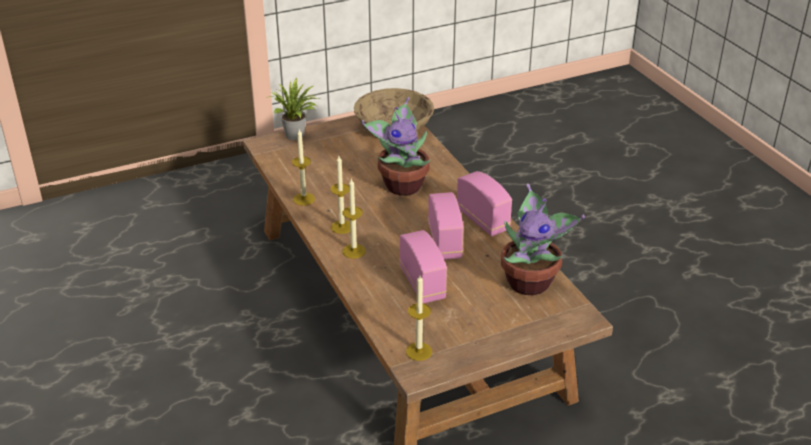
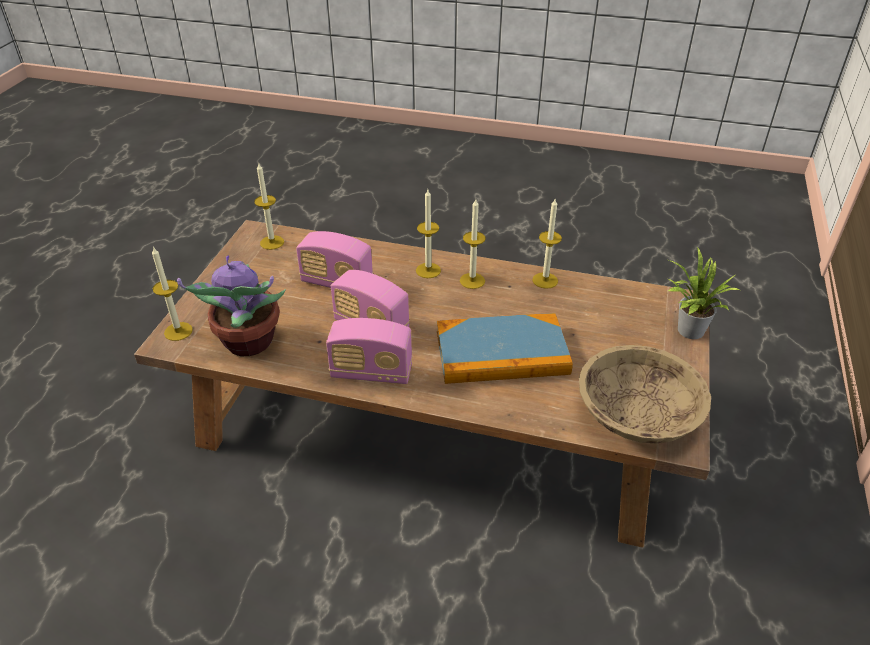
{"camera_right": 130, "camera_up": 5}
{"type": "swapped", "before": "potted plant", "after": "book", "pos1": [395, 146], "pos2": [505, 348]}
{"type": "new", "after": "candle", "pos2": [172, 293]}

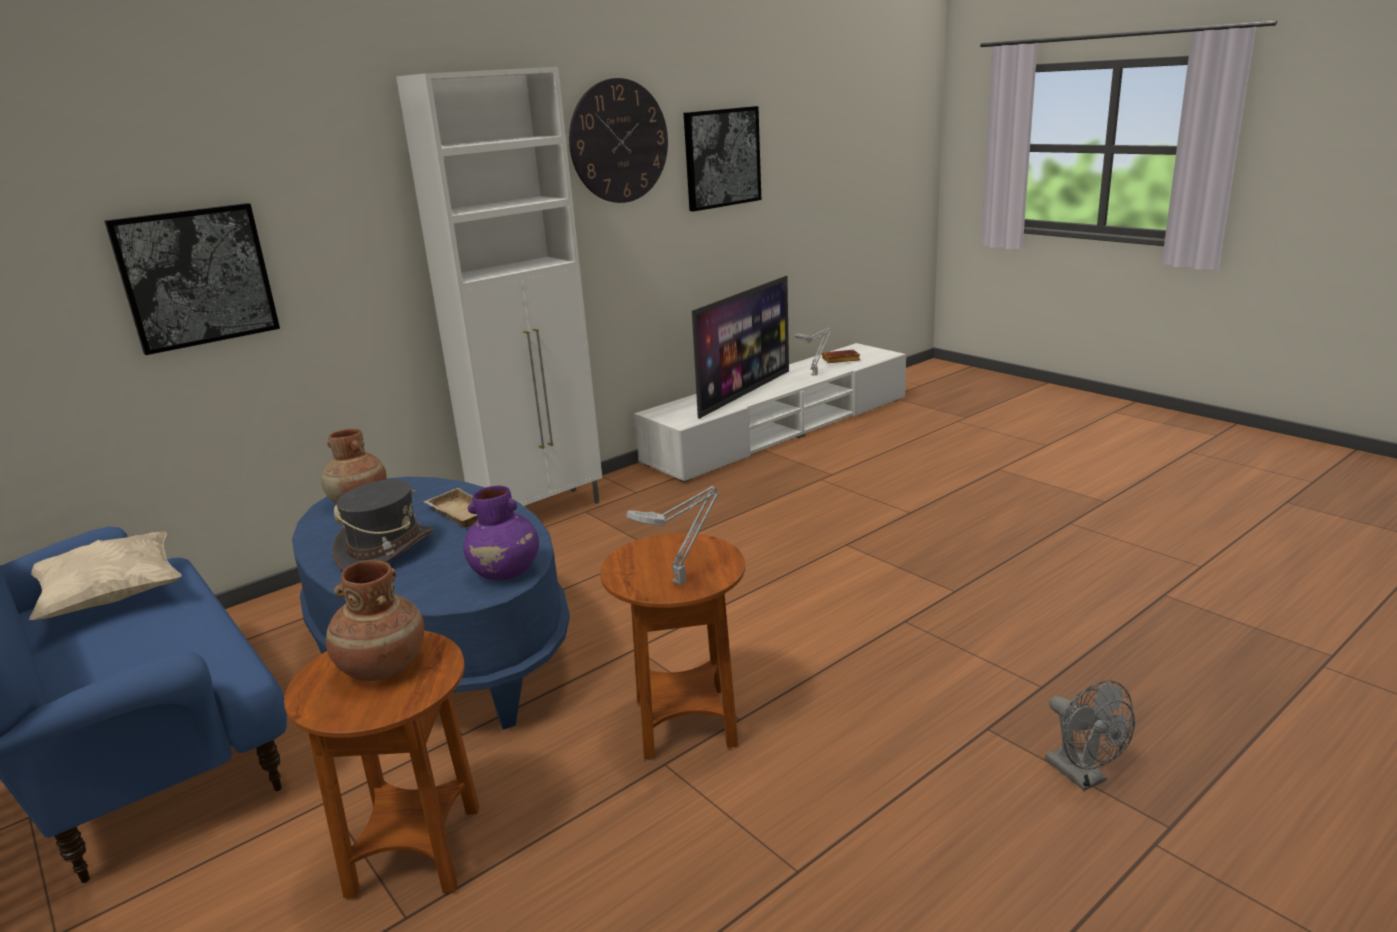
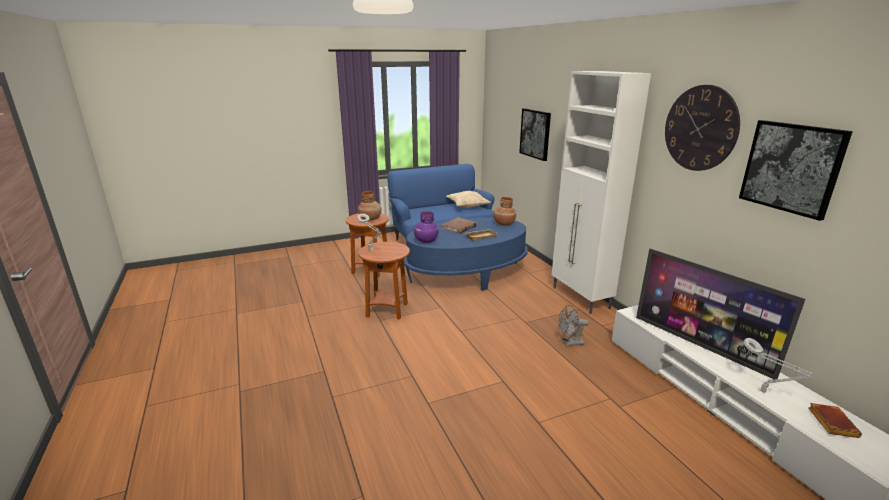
{"camera_right": 105, "camera_up": 0}
{"type": "swapped", "before": "grey hat", "after": "brown book", "pos1": [383, 525], "pos2": [459, 225]}
{"type": "shifted", "before": "grey fan", "pos1": [1090, 735], "pos2": [573, 325]}

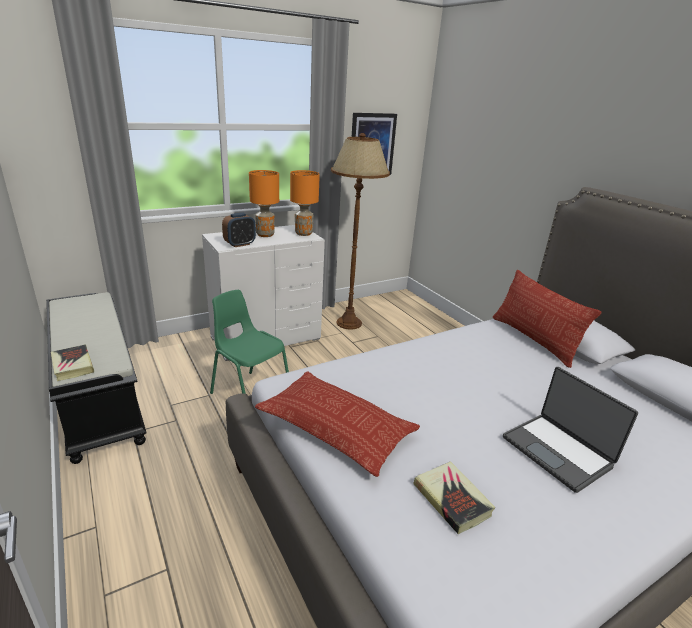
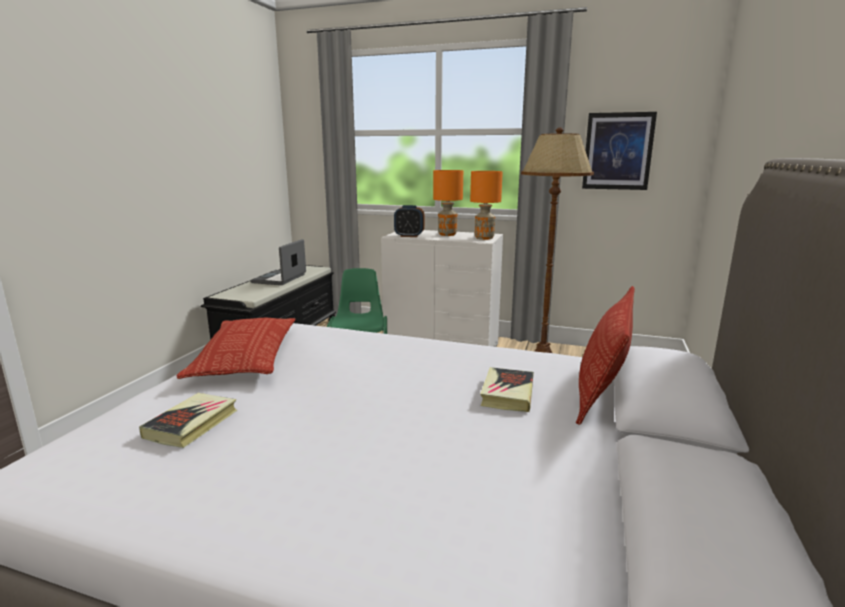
{"camera_right": 50, "camera_up": -10}
{"type": "shifted", "before": "book", "pos1": [72, 362], "pos2": [507, 389]}
{"type": "shifted", "before": "laptop", "pos1": [570, 430], "pos2": [278, 262]}

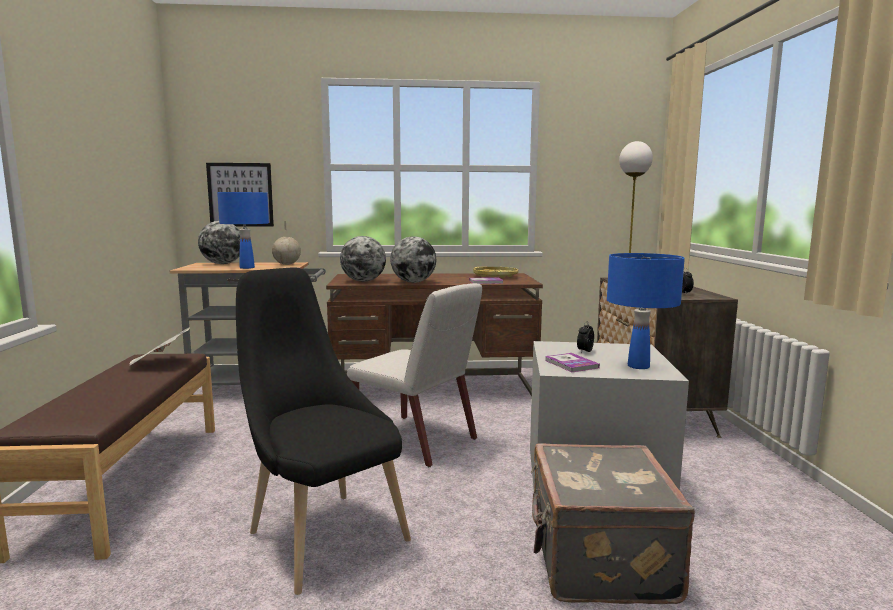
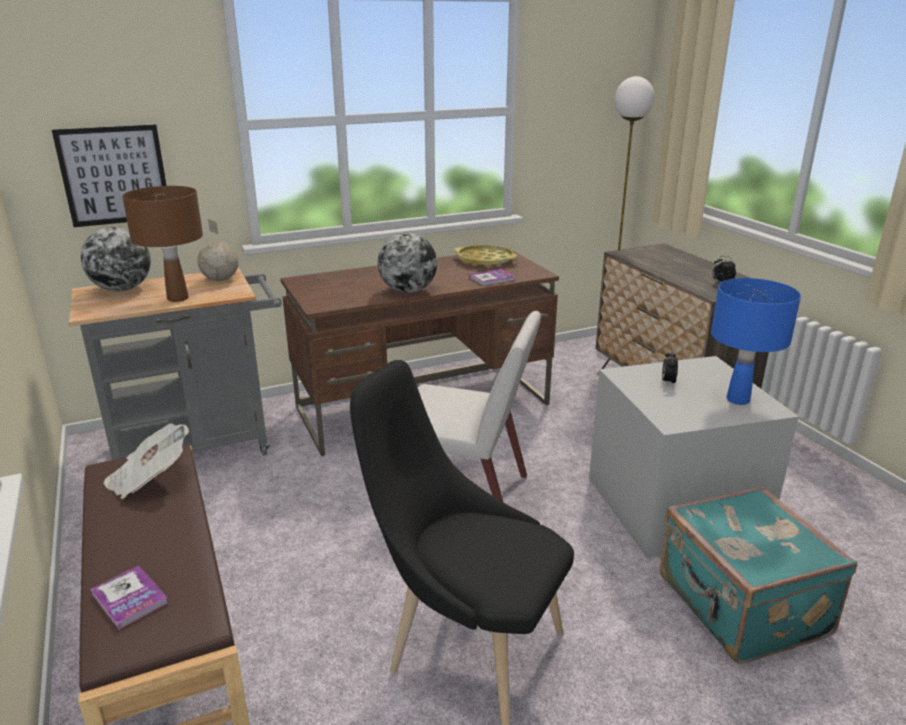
{"camera_right": -20, "camera_up": 15}
{"type": "repainted", "before": "blue table lamp", "after": "brown table lamp", "pos1": [243, 230], "pos2": [162, 244]}
{"type": "gone", "before": "globe", "pos1": [363, 259]}
{"type": "shifted", "before": "book", "pos1": [572, 362], "pos2": [129, 598]}
{"type": "repainted", "before": "grey suitcase", "after": "turquoise suitcase", "pos1": [613, 523], "pos2": [758, 575]}

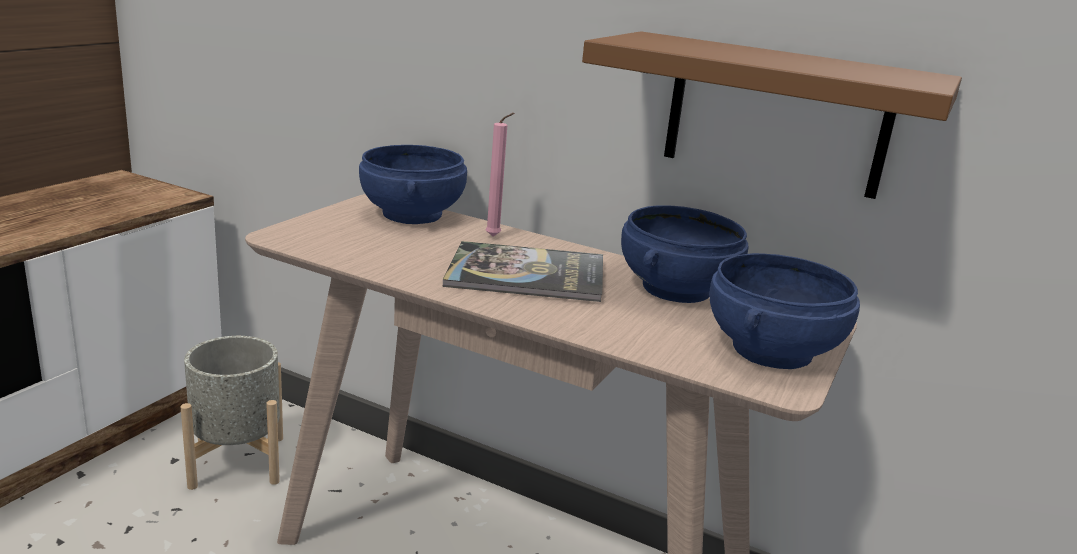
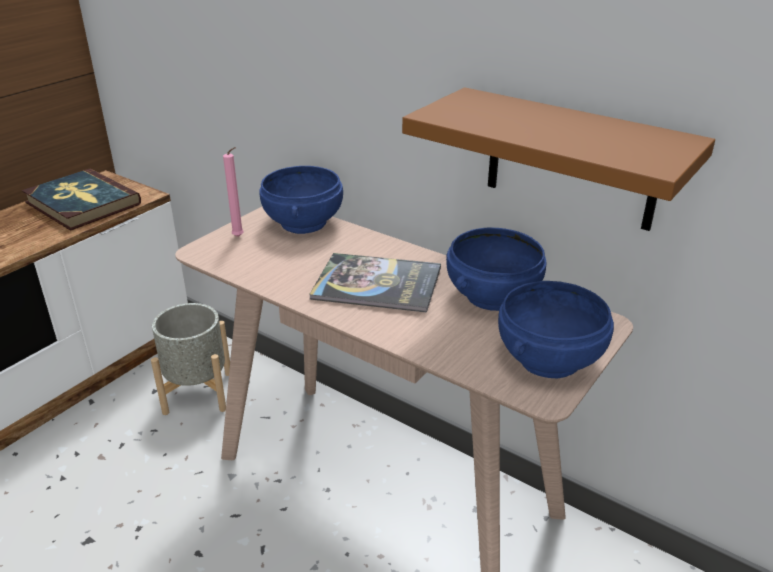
{"camera_right": 10, "camera_up": 10}
{"type": "shifted", "before": "pink candle", "pos1": [500, 174], "pos2": [233, 192]}
{"type": "new", "after": "book", "pos2": [81, 200]}

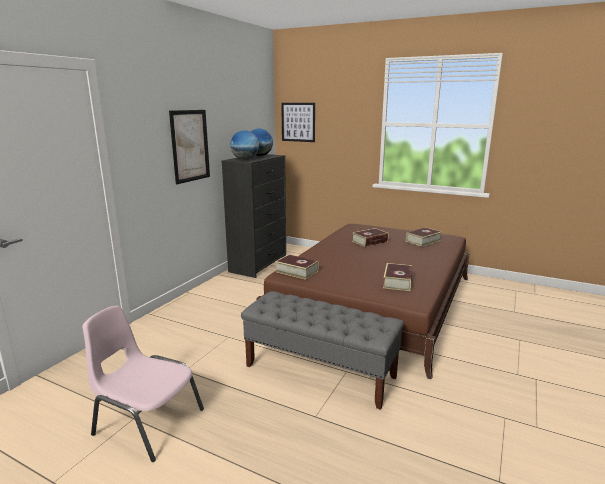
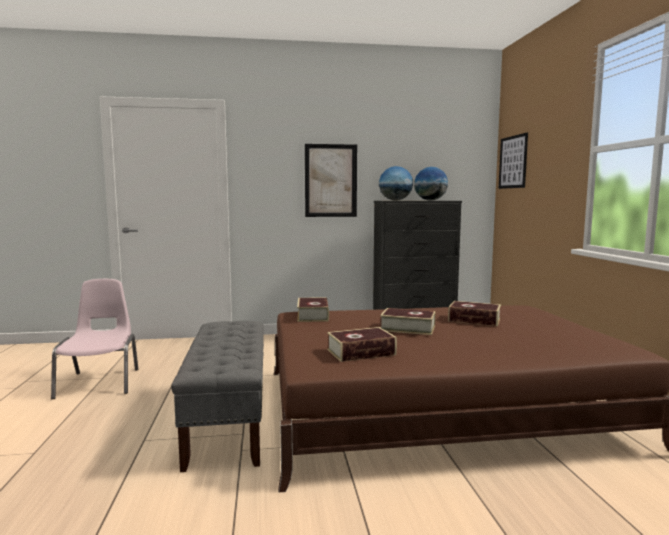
{"camera_right": 55, "camera_up": -10}
{"type": "shifted", "before": "book", "pos1": [424, 237], "pos2": [407, 321]}

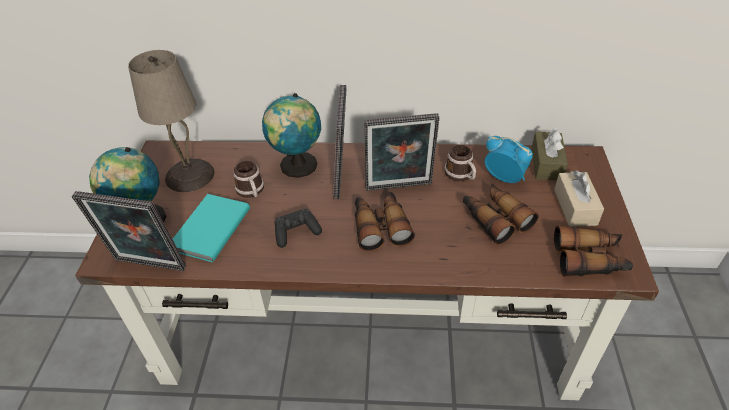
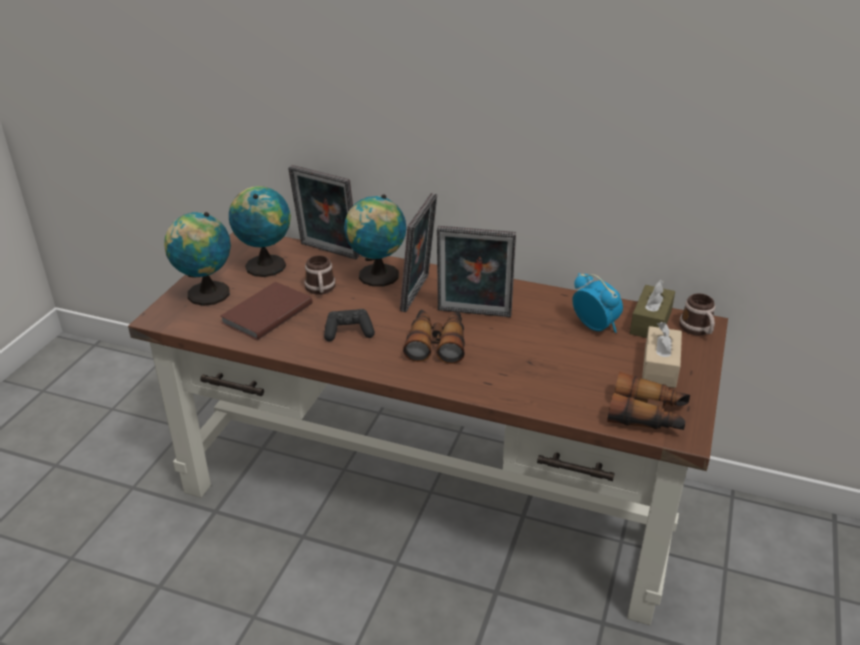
{"camera_right": 15, "camera_up": -10}
{"type": "swapped", "before": "beige table lamp", "after": "globe", "pos1": [171, 121], "pos2": [260, 231]}
{"type": "shifted", "before": "mug", "pos1": [460, 163], "pos2": [697, 315]}
{"type": "gone", "before": "binoculars", "pos1": [501, 214]}
{"type": "shifted", "before": "picture frame", "pos1": [129, 231], "pos2": [323, 212]}
{"type": "repainted", "before": "turquoise book", "after": "brown book", "pos1": [211, 228], "pos2": [266, 311]}

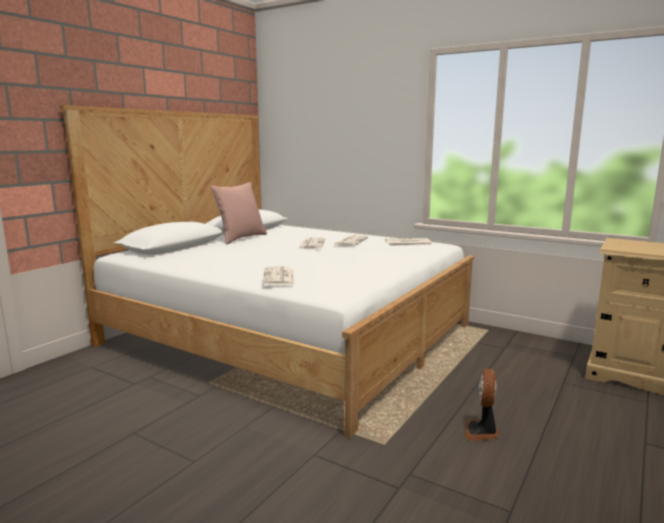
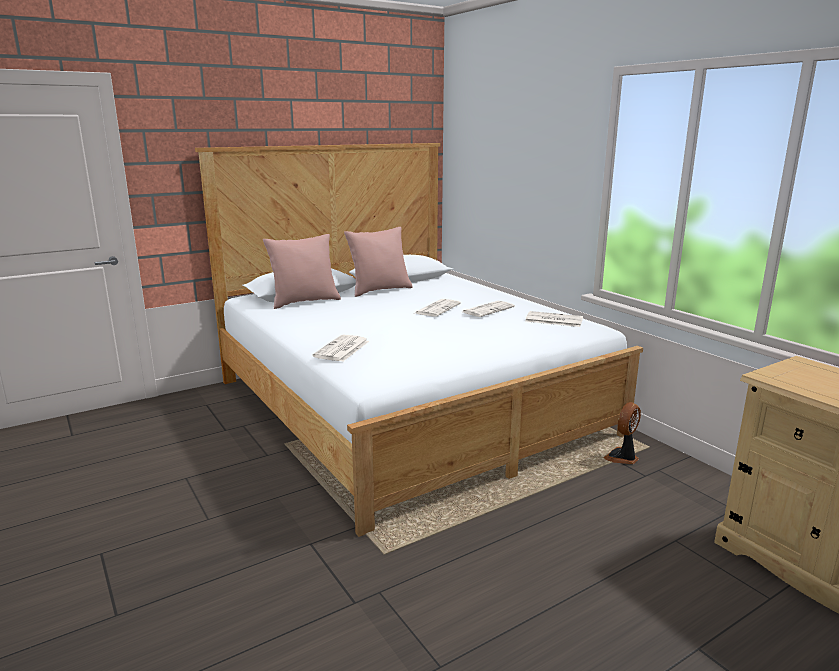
{"camera_right": 25, "camera_up": 5}
{"type": "shifted", "before": "fan", "pos1": [482, 405], "pos2": [622, 433]}
{"type": "new", "after": "pink pillow", "pos2": [302, 271]}

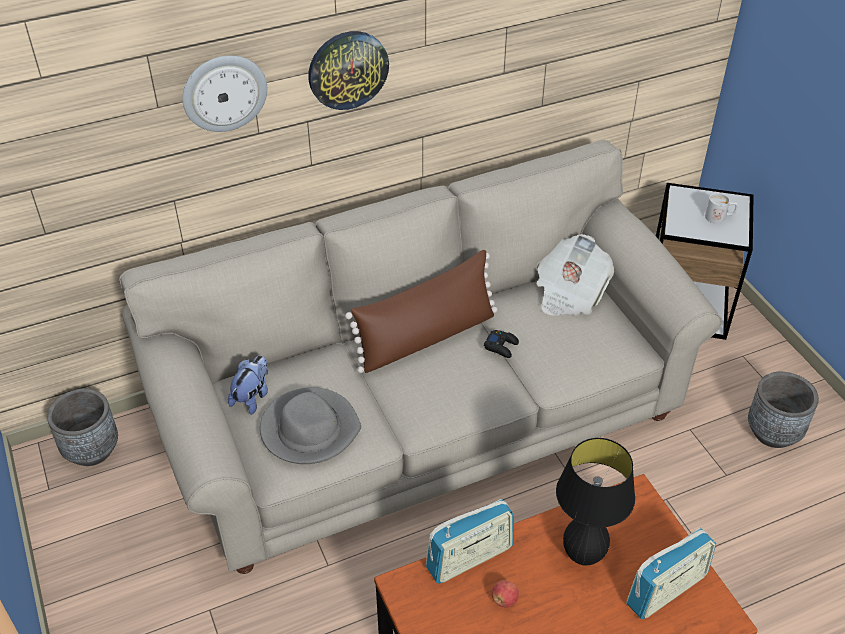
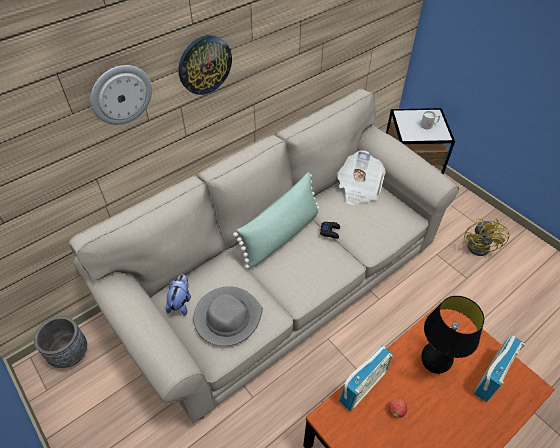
{"camera_right": -15, "camera_up": 5}
{"type": "repainted", "before": "brown pillow", "after": "green pillow", "pos1": [421, 311], "pos2": [276, 220]}
{"type": "swapped", "before": "grey planter", "after": "yellow fan", "pos1": [783, 410], "pos2": [487, 237]}

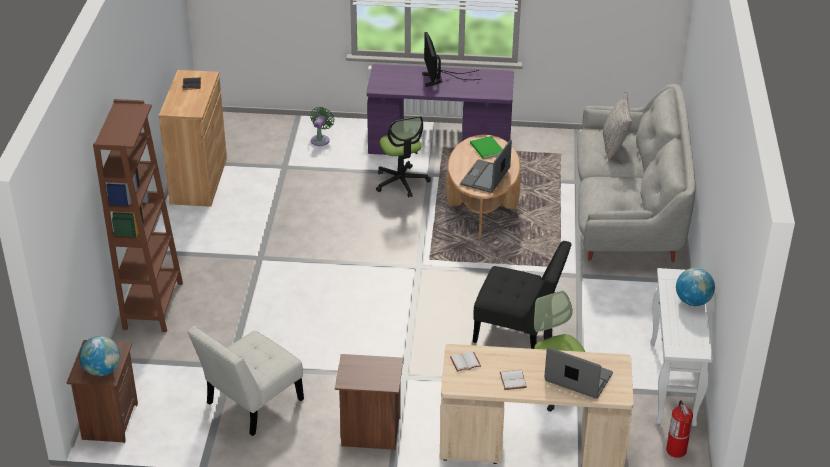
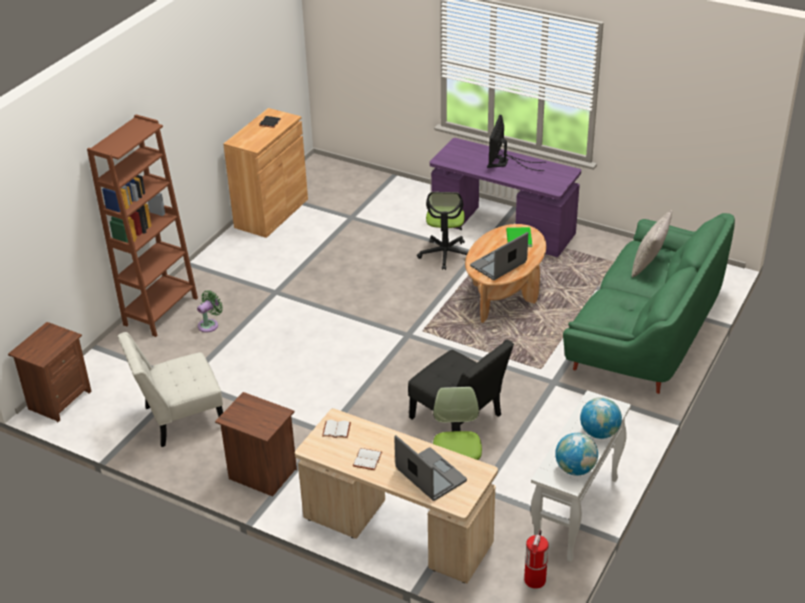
{"camera_right": 25, "camera_up": 0}
{"type": "repainted", "before": "grey sofa", "after": "green sofa", "pos1": [636, 173], "pos2": [649, 303]}
{"type": "shifted", "before": "green fan", "pos1": [322, 126], "pos2": [210, 311]}
{"type": "shifted", "before": "globe", "pos1": [99, 356], "pos2": [576, 454]}

